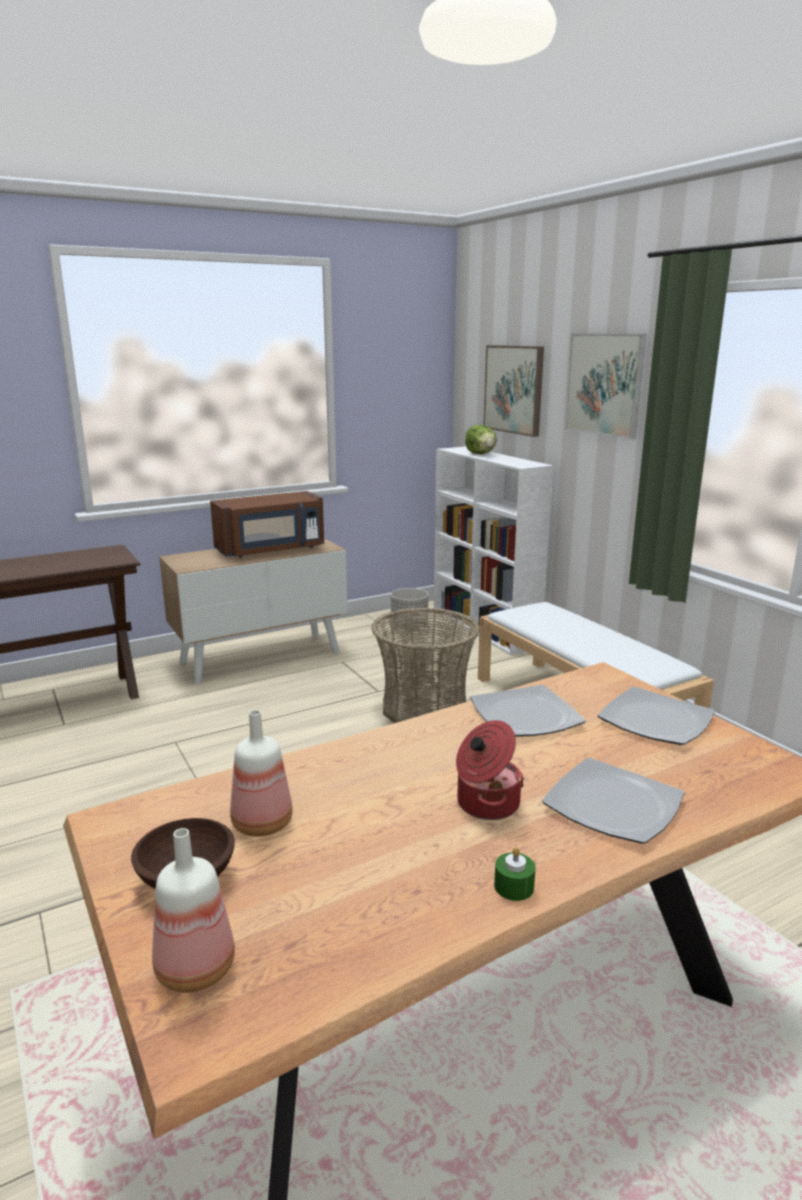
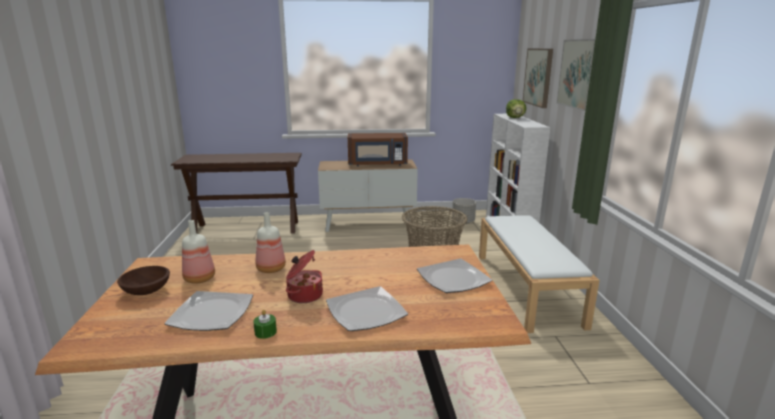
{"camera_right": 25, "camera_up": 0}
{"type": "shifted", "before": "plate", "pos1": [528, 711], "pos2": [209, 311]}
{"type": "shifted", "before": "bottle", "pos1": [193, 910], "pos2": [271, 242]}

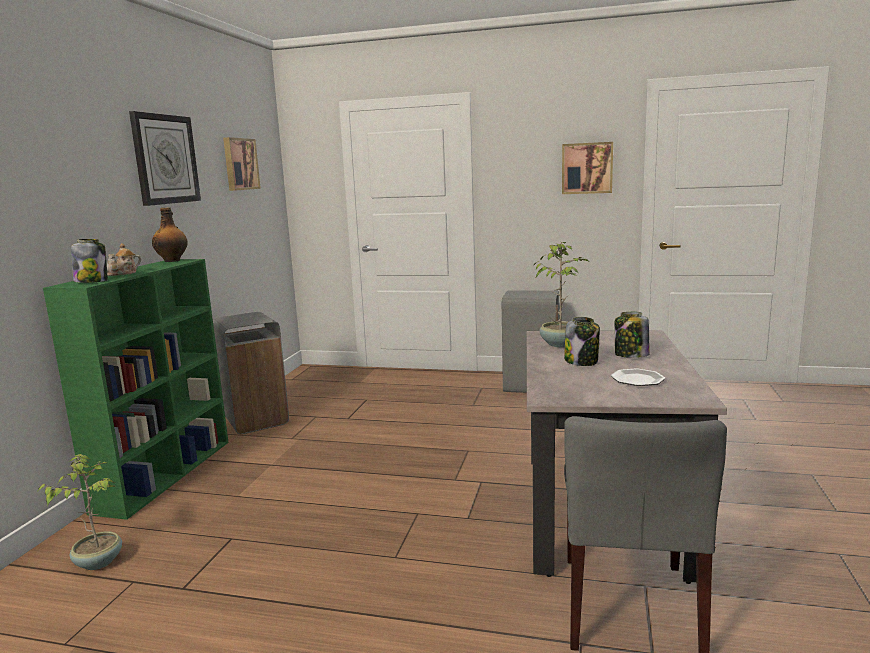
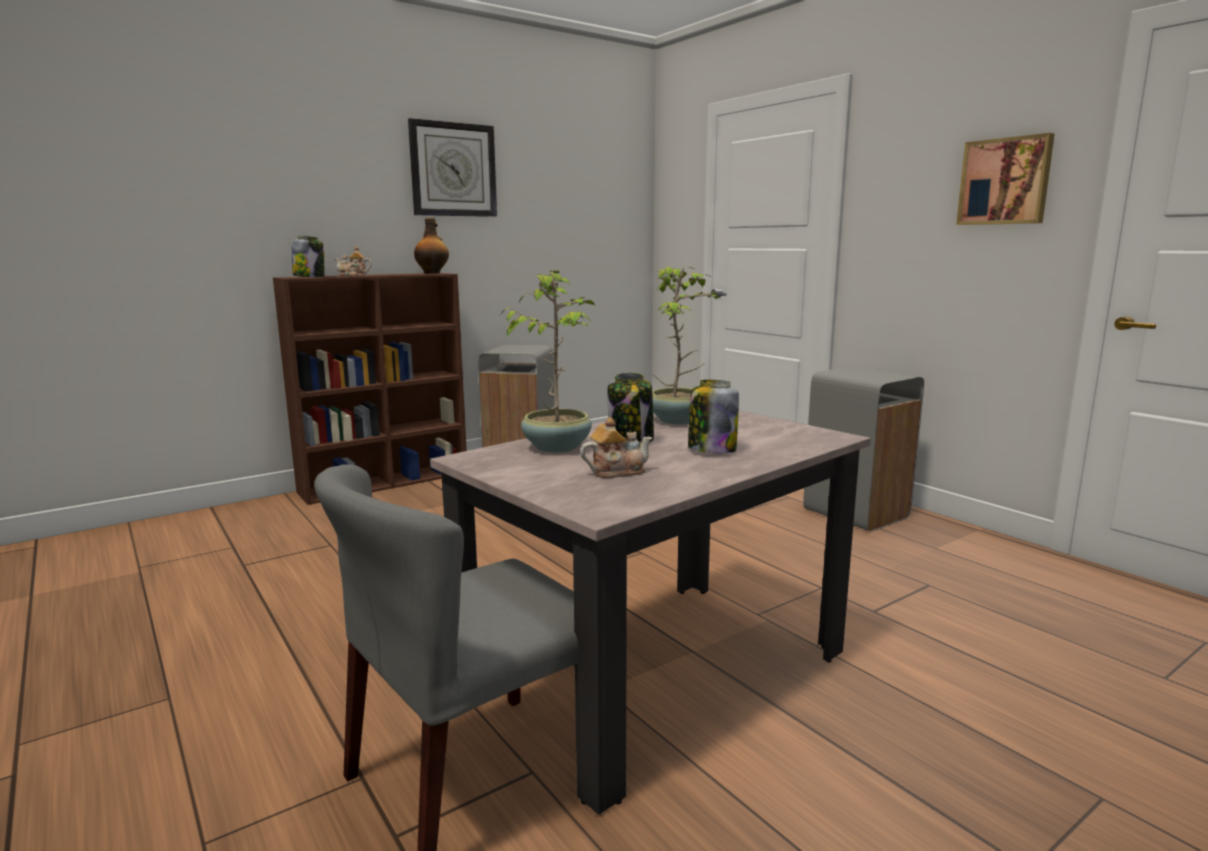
{"camera_right": 40, "camera_up": 0}
{"type": "gone", "before": "picture", "pos1": [242, 164]}
{"type": "repainted", "before": "green bookcase", "after": "brown bookcase", "pos1": [136, 389], "pos2": [370, 389]}
{"type": "swapped", "before": "plate", "after": "teapot", "pos1": [638, 377], "pos2": [616, 447]}
{"type": "shifted", "before": "potted plant", "pos1": [80, 512], "pos2": [548, 362]}

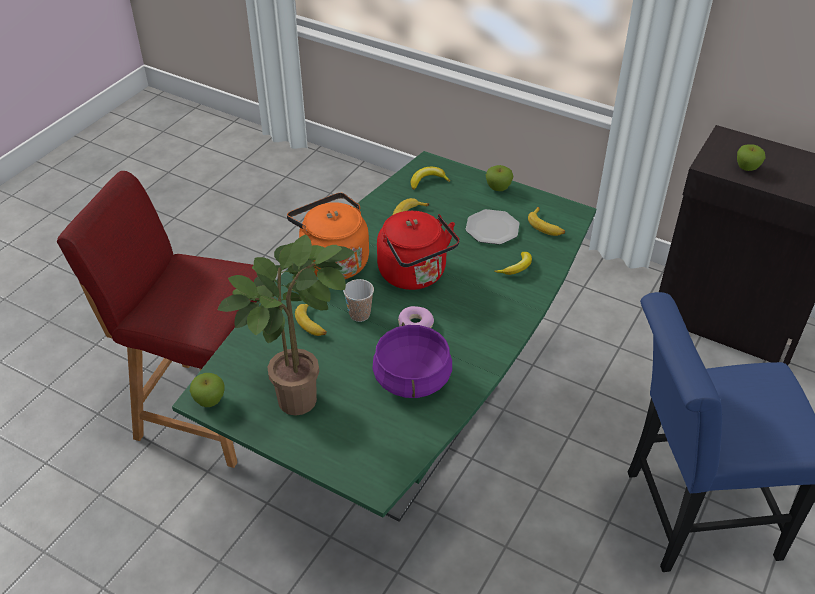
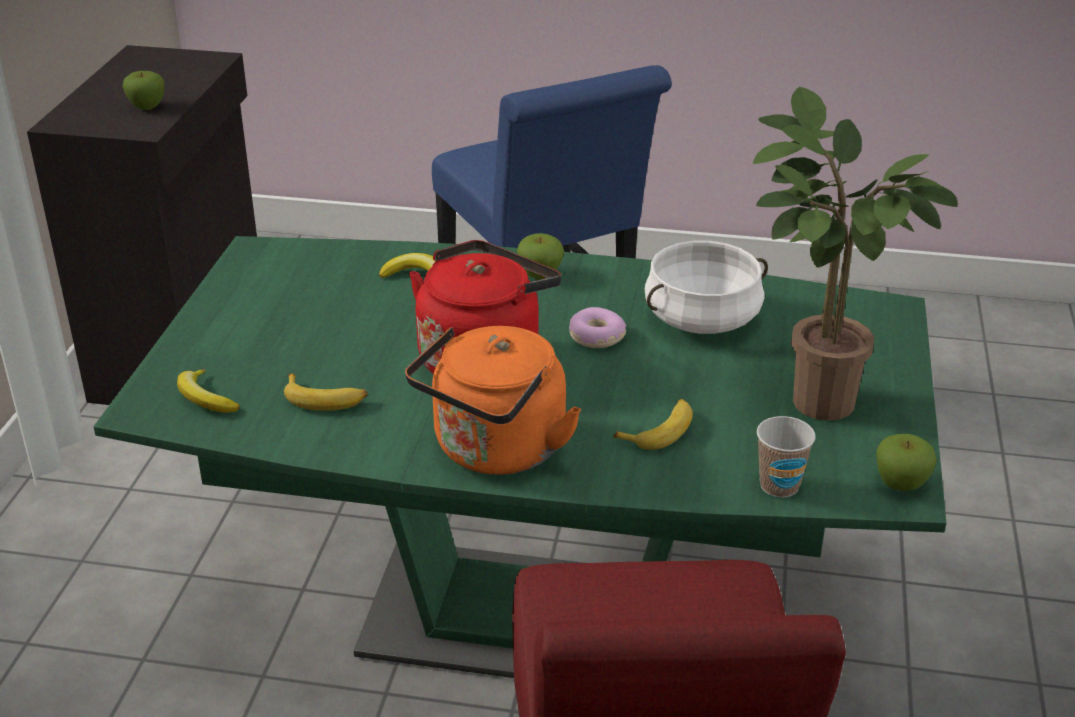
{"camera_right": -110, "camera_up": -10}
{"type": "shifted", "before": "apple", "pos1": [499, 178], "pos2": [540, 256]}
{"type": "gone", "before": "banana", "pos1": [546, 221]}
{"type": "gone", "before": "plate", "pos1": [493, 227]}
{"type": "shifted", "before": "cup", "pos1": [358, 300], "pos2": [786, 457]}
{"type": "repainted", "before": "purple cooking pot", "after": "white cooking pot", "pos1": [412, 360], "pos2": [706, 287]}

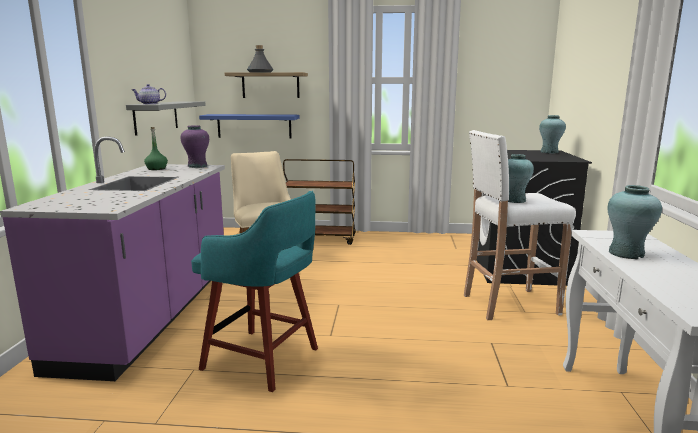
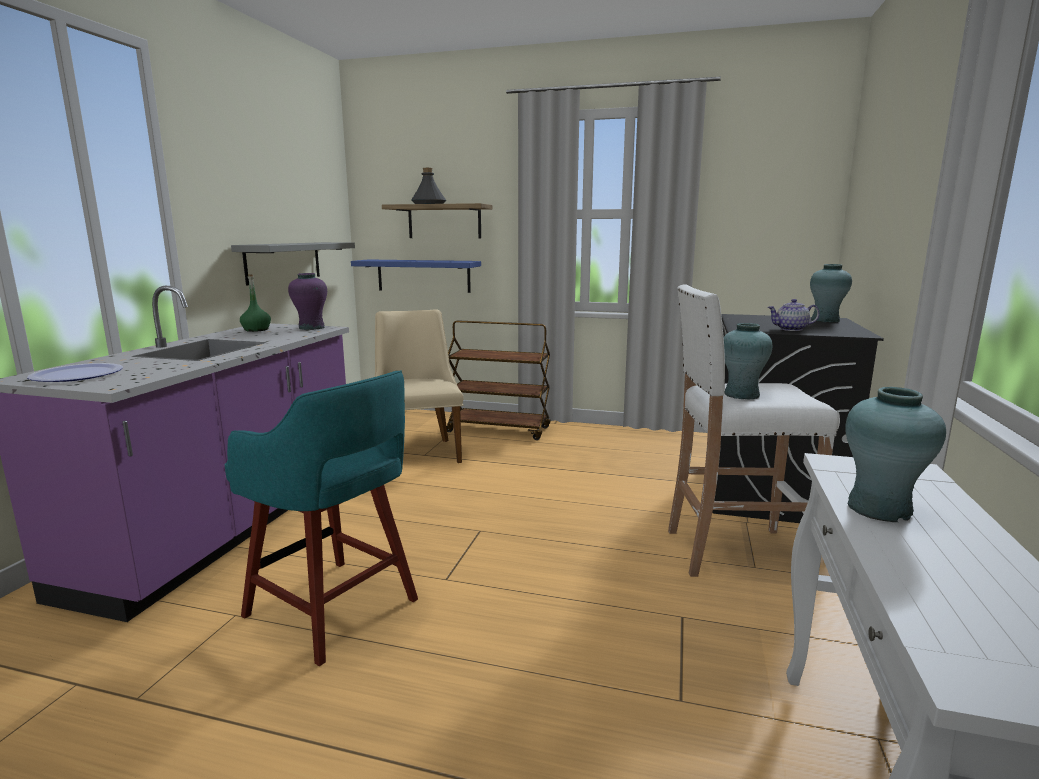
{"camera_right": 10, "camera_up": 0}
{"type": "shifted", "before": "teapot", "pos1": [149, 94], "pos2": [794, 315]}
{"type": "new", "after": "plate", "pos2": [75, 372]}

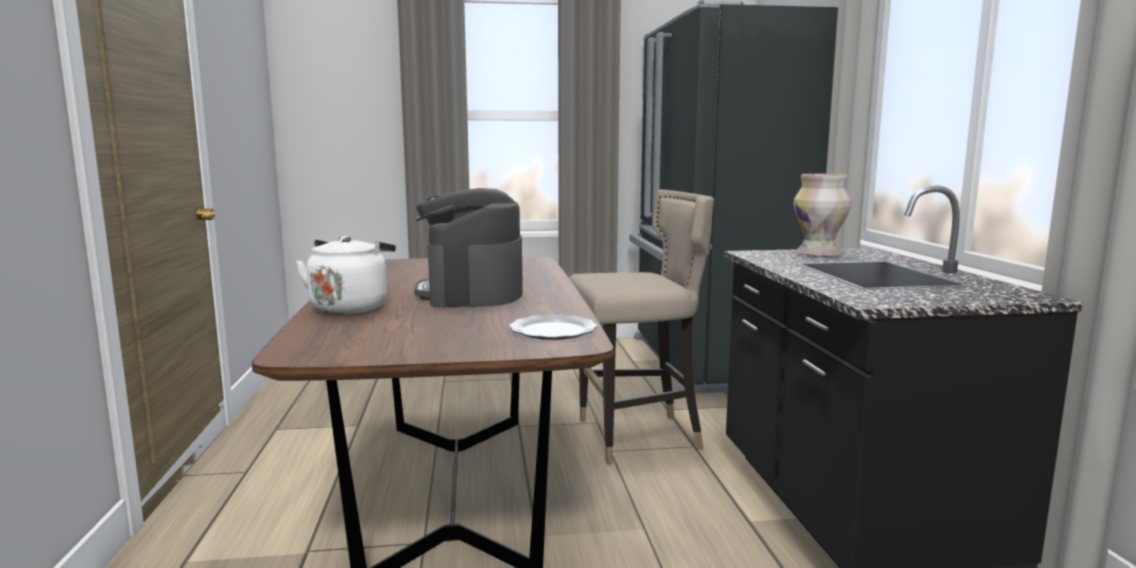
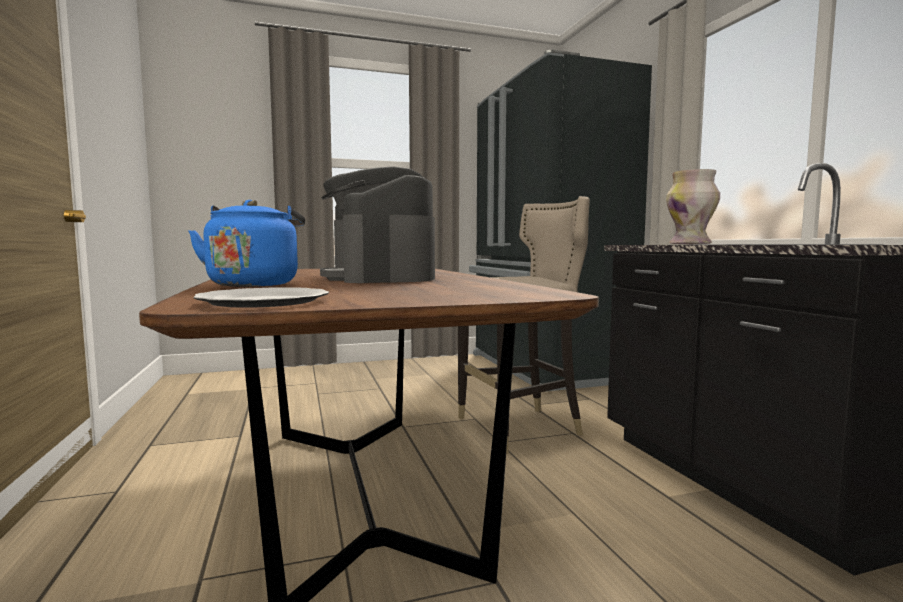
{"camera_right": -10, "camera_up": -5}
{"type": "repainted", "before": "white kettle", "after": "blue kettle", "pos1": [346, 275], "pos2": [247, 243]}
{"type": "shifted", "before": "plate", "pos1": [553, 327], "pos2": [261, 297]}

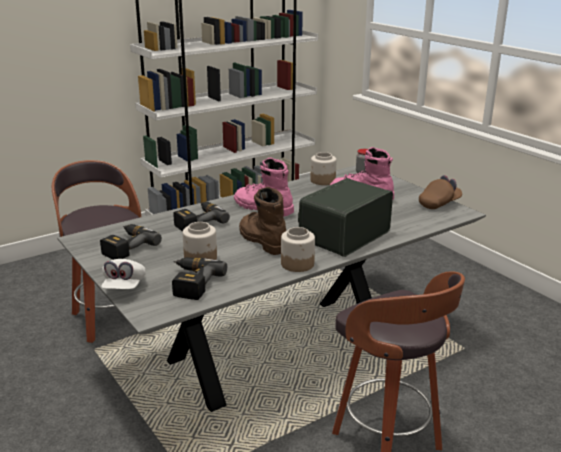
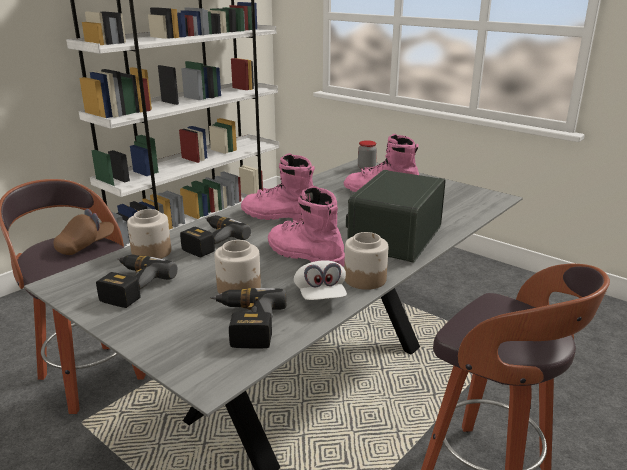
{"camera_right": -15, "camera_up": 0}
{"type": "shifted", "before": "jar", "pos1": [323, 168], "pos2": [149, 234]}
{"type": "shifted", "before": "brown cap", "pos1": [440, 192], "pos2": [84, 232]}
{"type": "repainted", "before": "brown boot", "after": "pink boot", "pos1": [262, 221], "pos2": [306, 226]}
{"type": "shifted", "before": "white cap", "pos1": [123, 274], "pos2": [320, 280]}

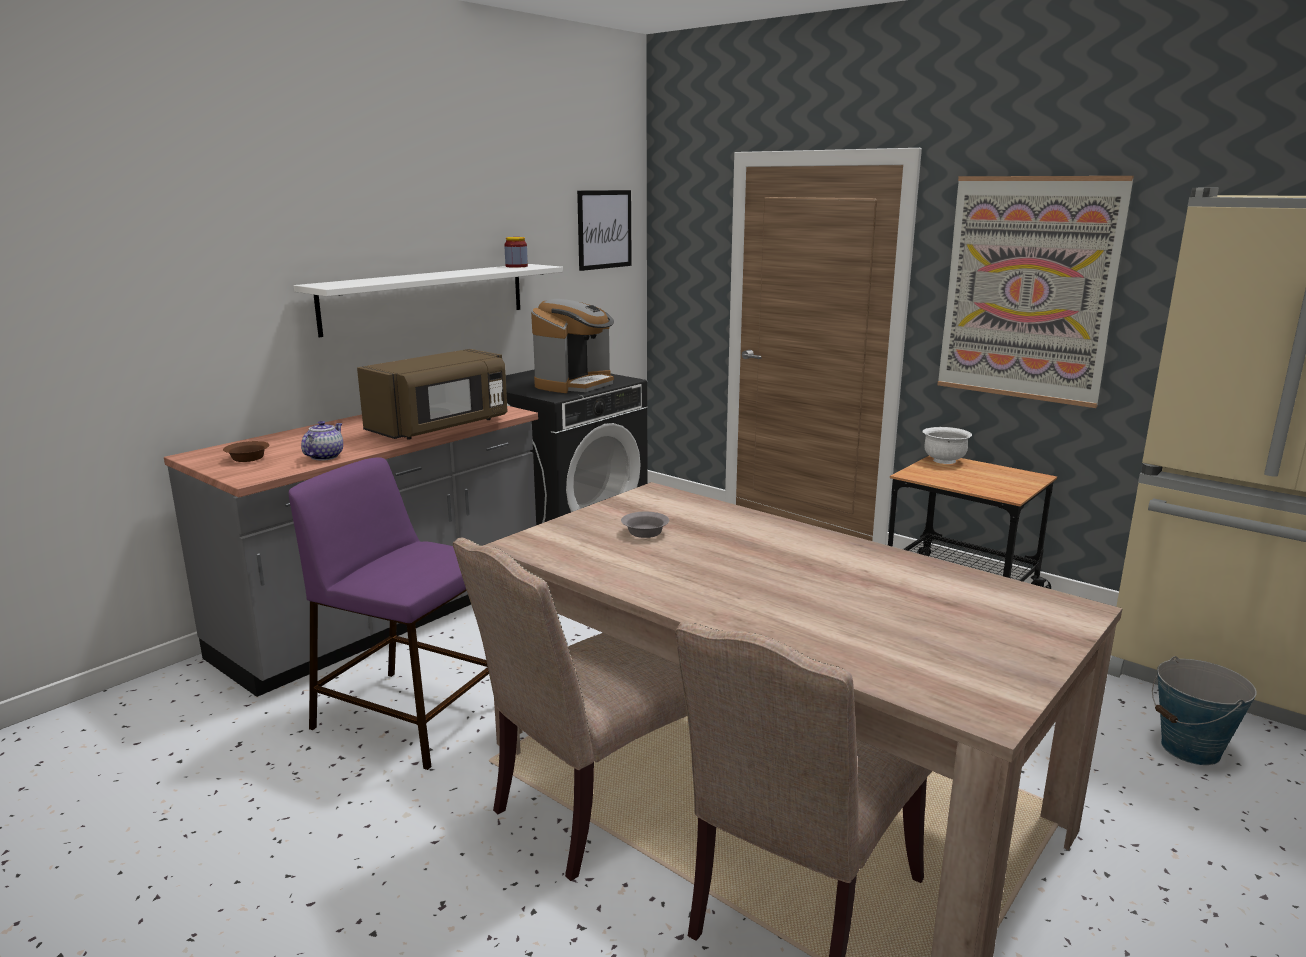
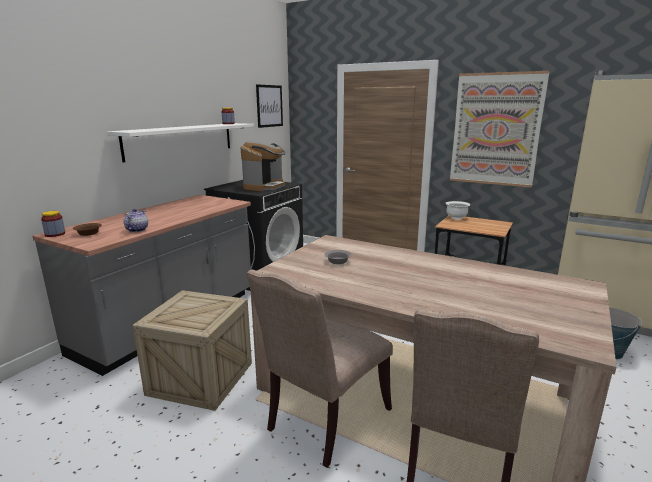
{"camera_right": -10, "camera_up": 0}
{"type": "gone", "before": "brown microwave", "pos1": [432, 394]}
{"type": "swapped", "before": "purple stool", "after": "crate", "pos1": [389, 613], "pos2": [192, 350]}
{"type": "new", "after": "jar", "pos2": [53, 224]}

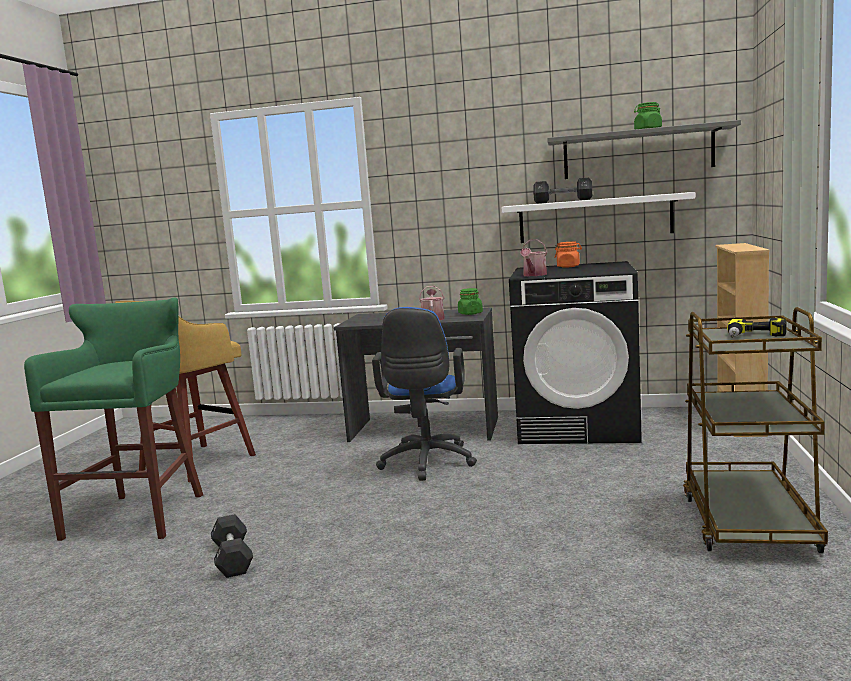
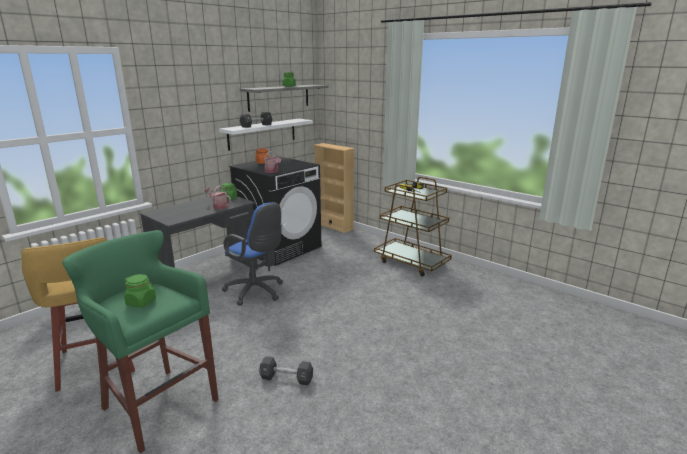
{"camera_right": -60, "camera_up": 10}
{"type": "new", "after": "green jar", "pos2": [140, 291]}

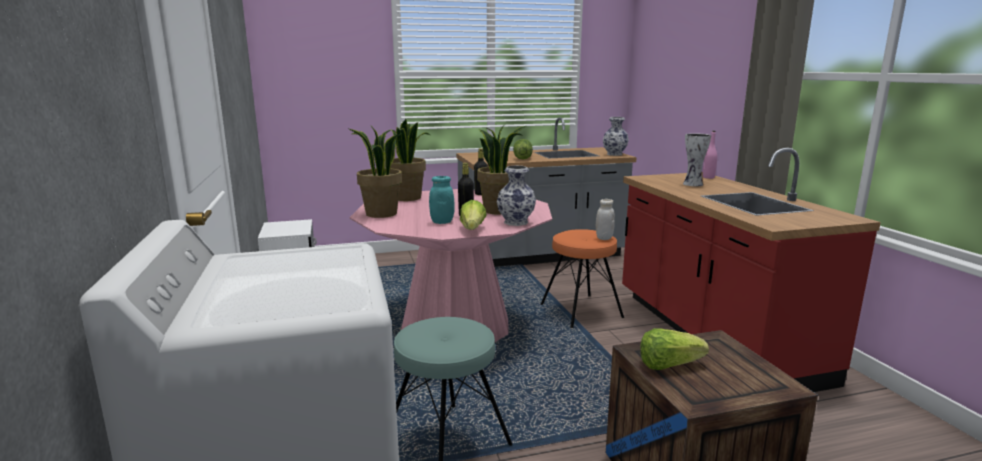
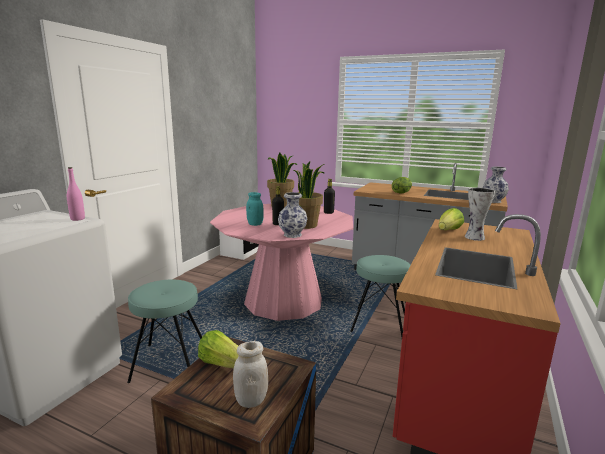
{"camera_right": 40, "camera_up": 0}
{"type": "gone", "before": "potted plant", "pos1": [375, 172]}
{"type": "shifted", "before": "pink bottle", "pos1": [710, 155], "pos2": [76, 194]}
{"type": "shifted", "before": "white jar", "pos1": [605, 219], "pos2": [250, 374]}
{"type": "shifted", "before": "lettuce", "pos1": [473, 215], "pos2": [451, 219]}
{"type": "repainted", "before": "orange stool", "after": "turquoise stool", "pos1": [582, 278], "pos2": [380, 296]}

